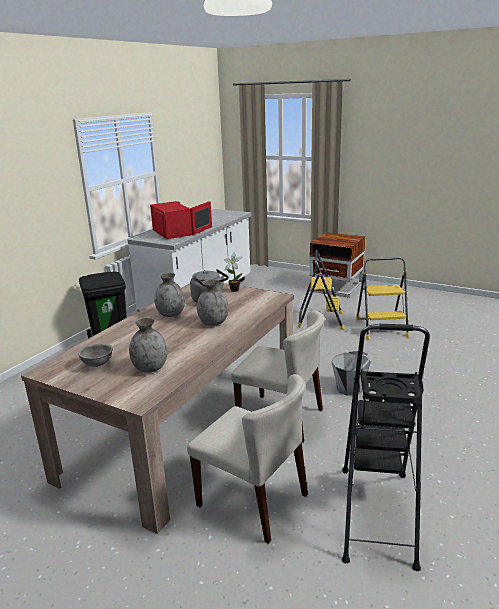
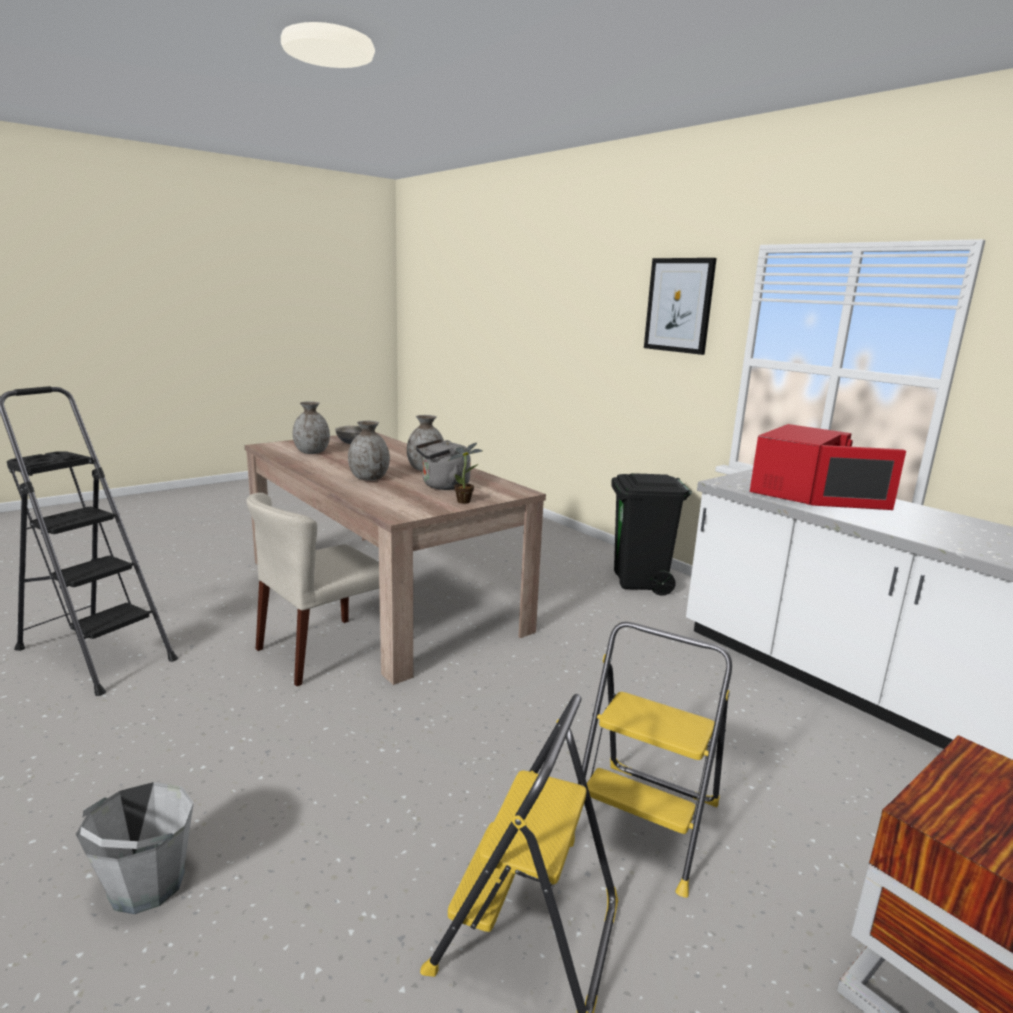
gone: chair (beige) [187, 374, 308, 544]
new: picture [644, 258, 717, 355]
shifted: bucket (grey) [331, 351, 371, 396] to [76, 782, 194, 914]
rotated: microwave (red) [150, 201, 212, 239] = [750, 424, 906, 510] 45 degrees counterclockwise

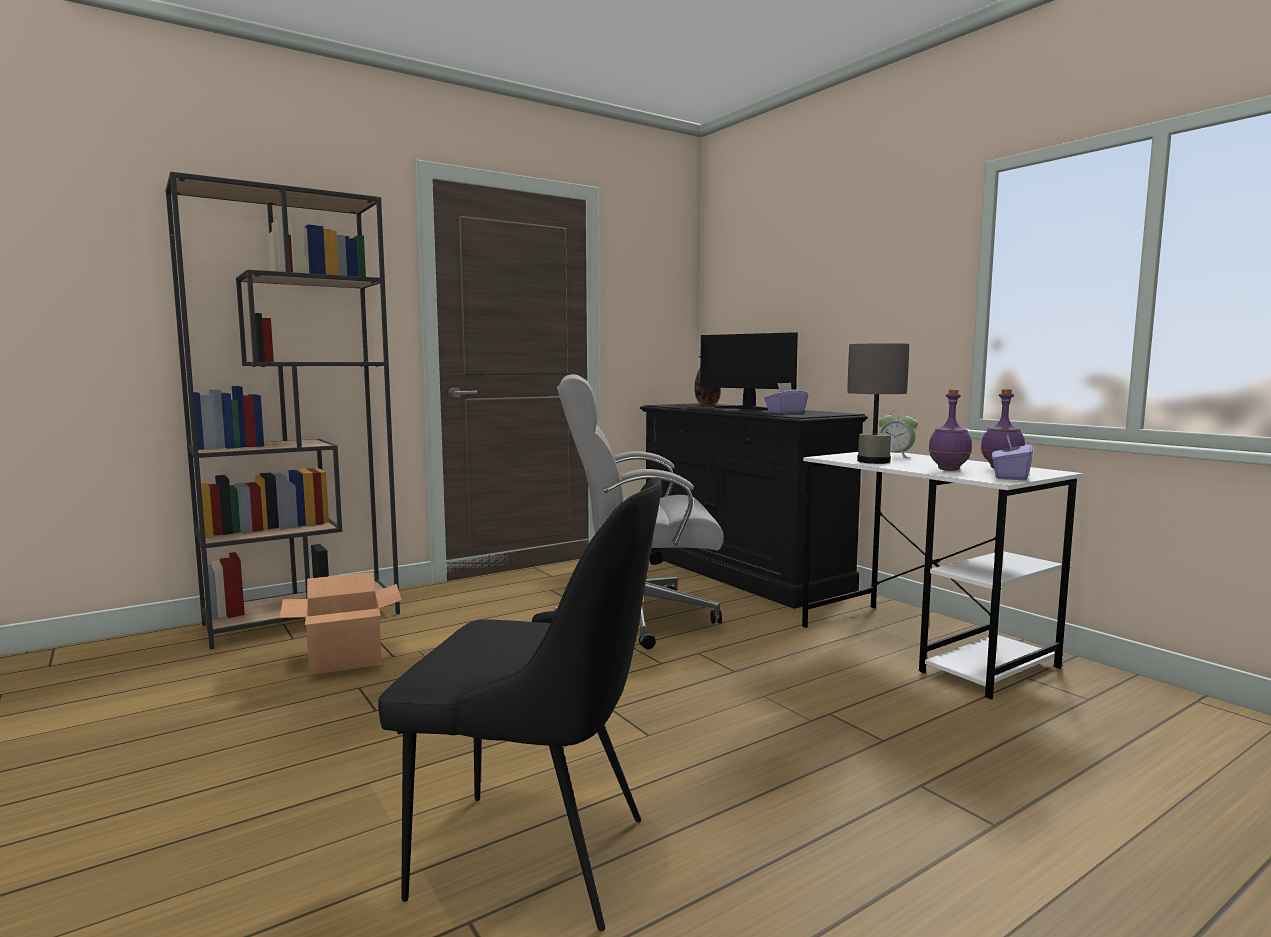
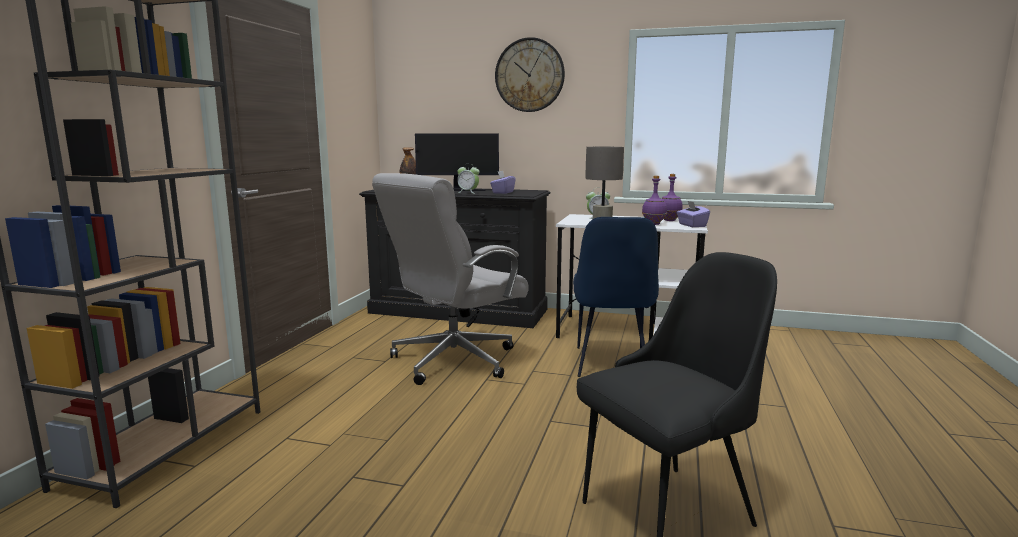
gone: cardboard box [280, 572, 402, 675]
new: alarm clock [457, 163, 479, 193]; wall clock [495, 37, 565, 112]; chair (blue) [573, 217, 659, 377]

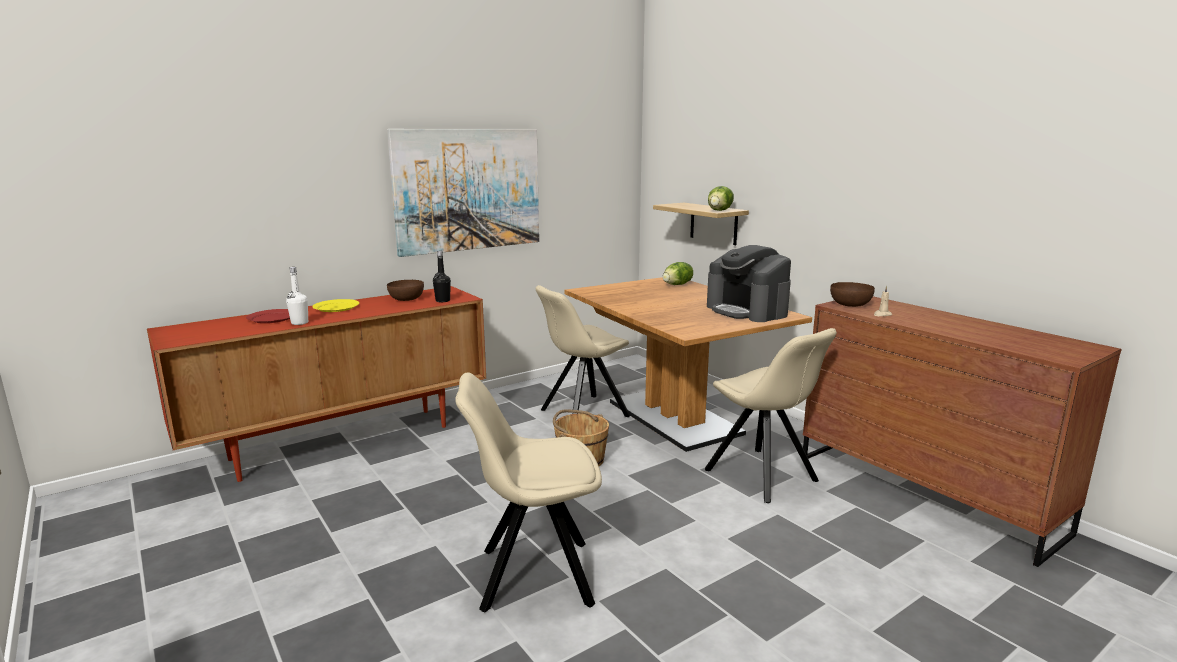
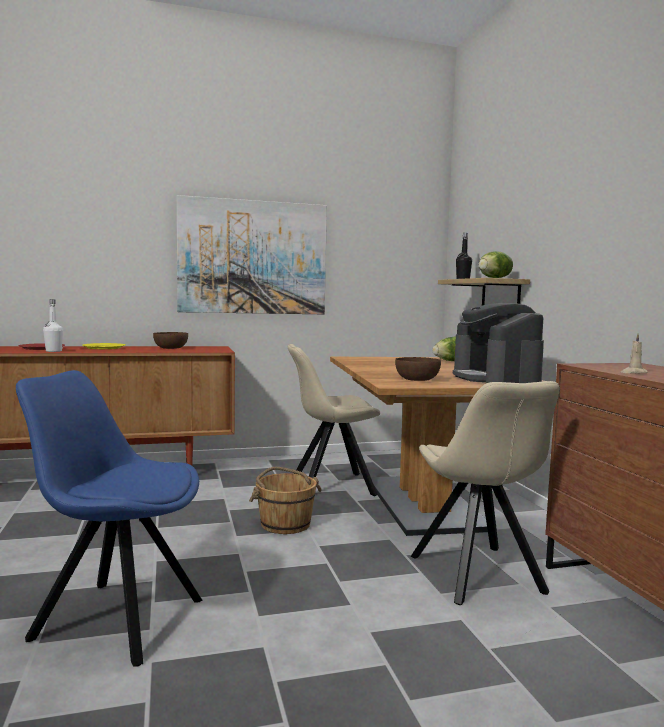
shifted: bottle (black) [433, 251, 451, 302] to [456, 233, 472, 279]; bowl (brown) [830, 282, 875, 307] to [395, 357, 441, 381]
repainted: chair (beige) [455, 372, 602, 613] to chair (blue) [16, 370, 202, 667]

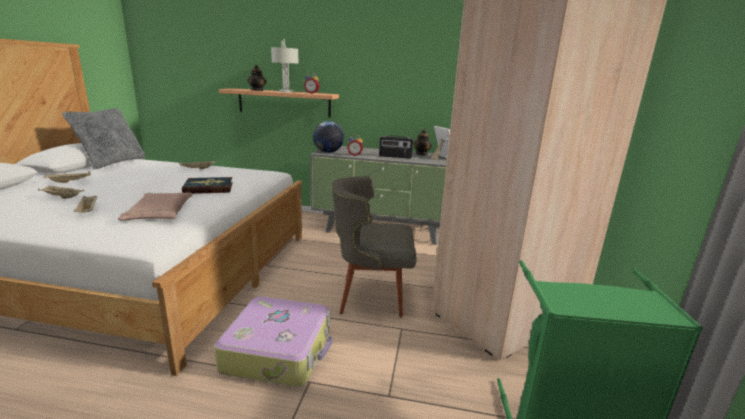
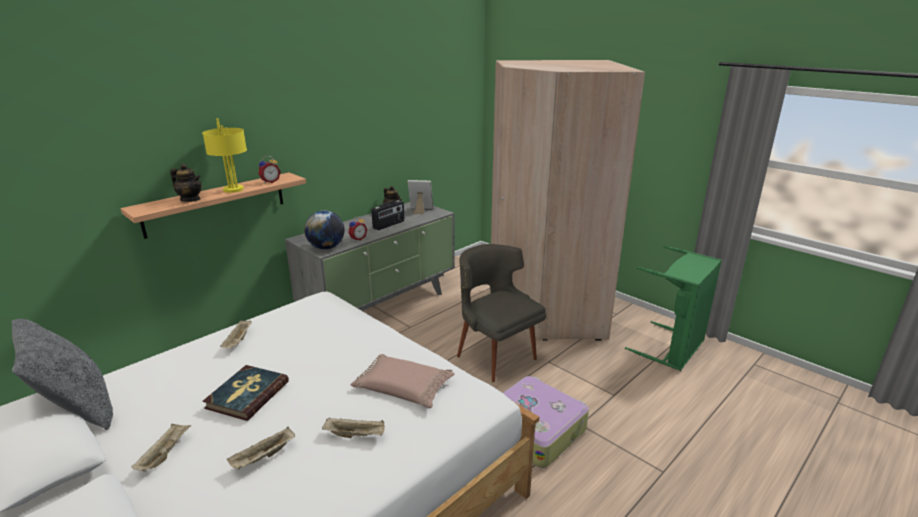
shifted: book [182, 177, 233, 194] to [203, 365, 289, 421]
repainted: table lamp (grey) [271, 39, 299, 93] to table lamp (yellow) [202, 118, 247, 193]
rotated: chair (grey) [332, 176, 417, 317] = [457, 244, 546, 382] 105 degrees clockwise

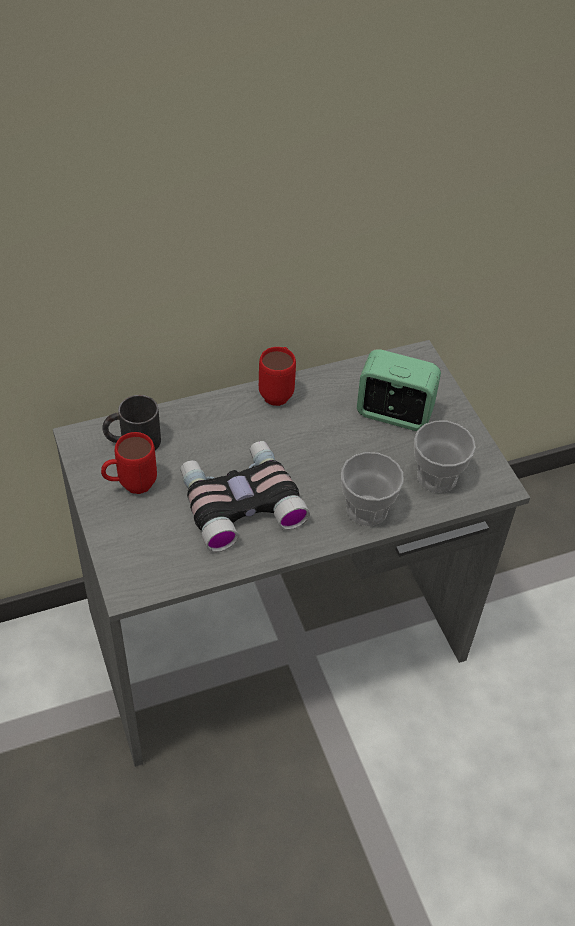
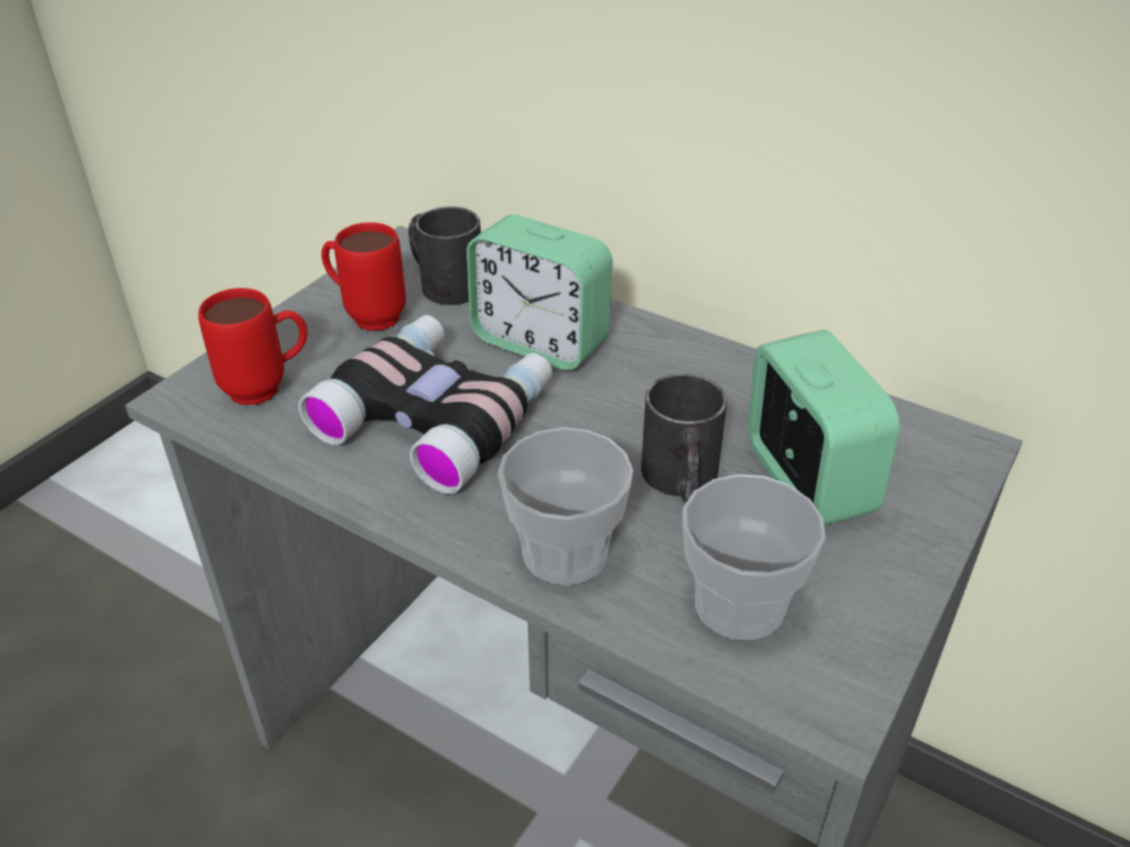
new: alarm clock [467, 215, 613, 370]; mug (black) [641, 373, 727, 502]
shifted: mug (red) [259, 347, 296, 406] to [198, 288, 308, 405]

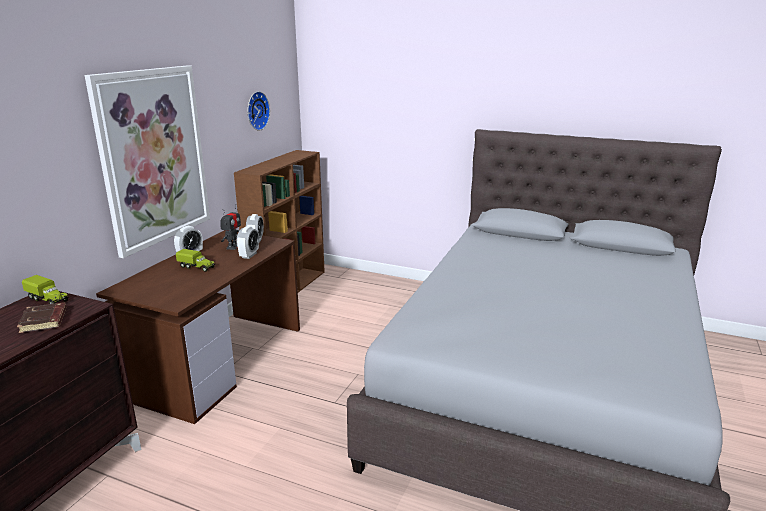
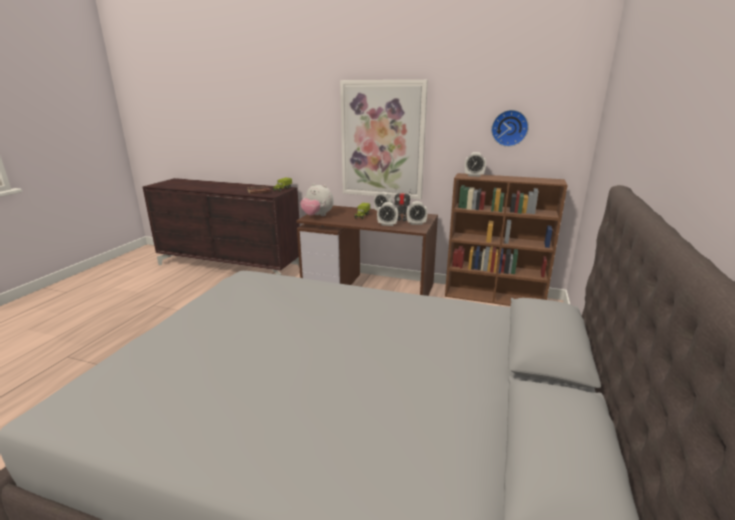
new: plush toy [300, 183, 334, 216]; alarm clock [465, 152, 486, 177]

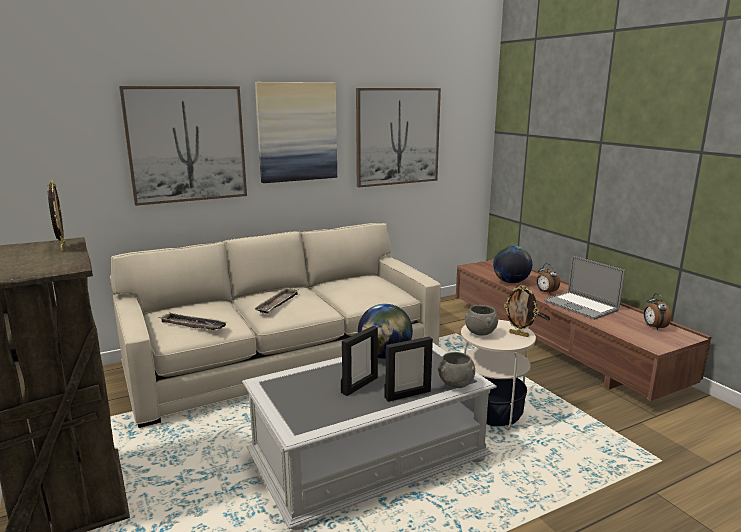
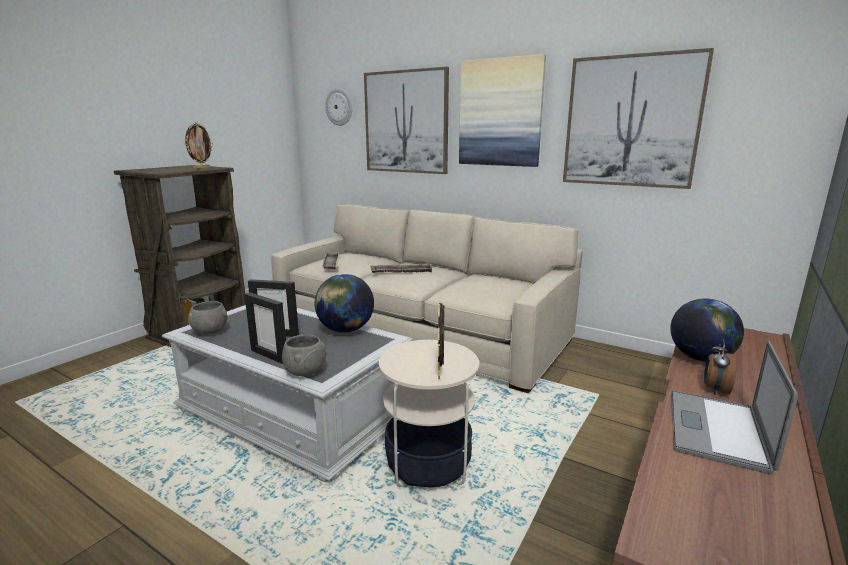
gone: alarm clock [644, 293, 671, 330]
new: wall clock [325, 88, 352, 126]
shifted: bowl (grey) [465, 305, 498, 336] to [188, 301, 228, 334]

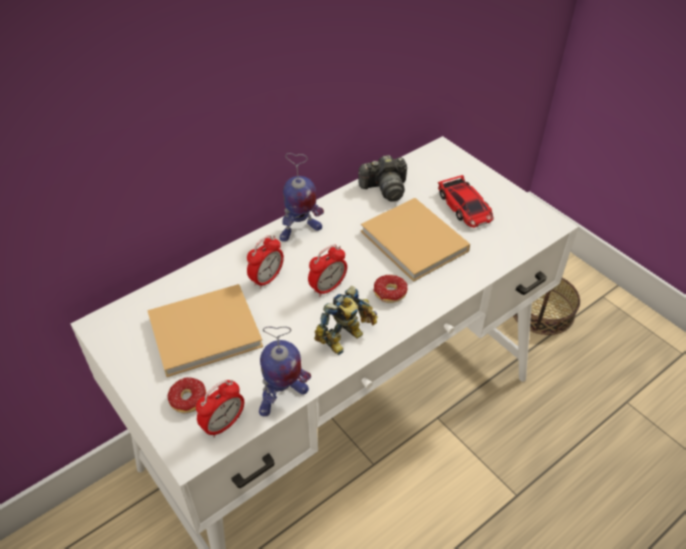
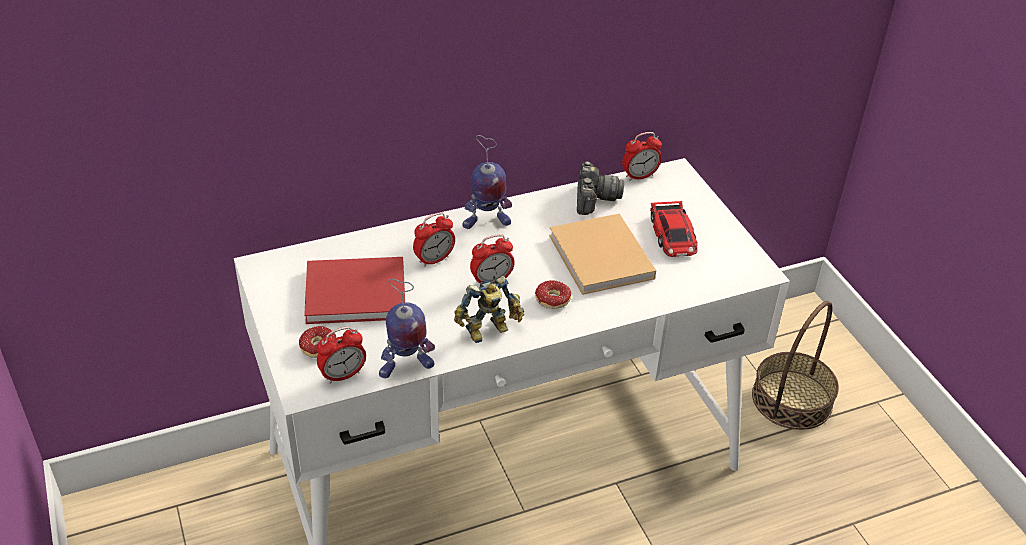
new: alarm clock [622, 132, 662, 181]
repainted: book (beige) [147, 284, 263, 377] to book (red) [304, 257, 405, 324]
rotated: photo camera [358, 155, 407, 202] = [577, 161, 624, 215] 90 degrees counterclockwise

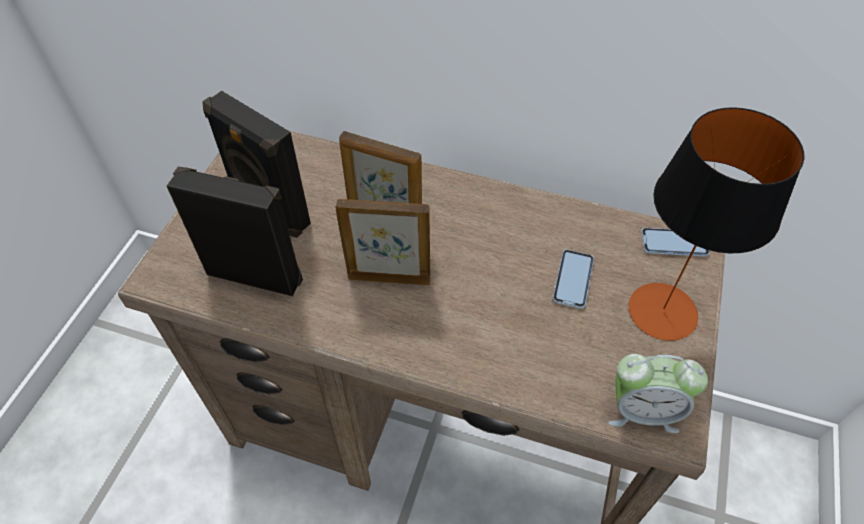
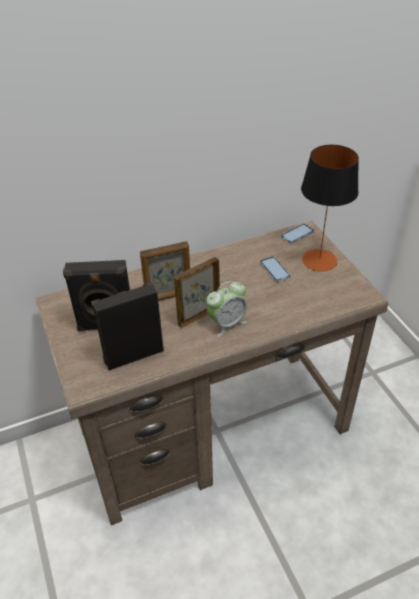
shifted: alarm clock [608, 354, 708, 433] to [206, 281, 247, 337]

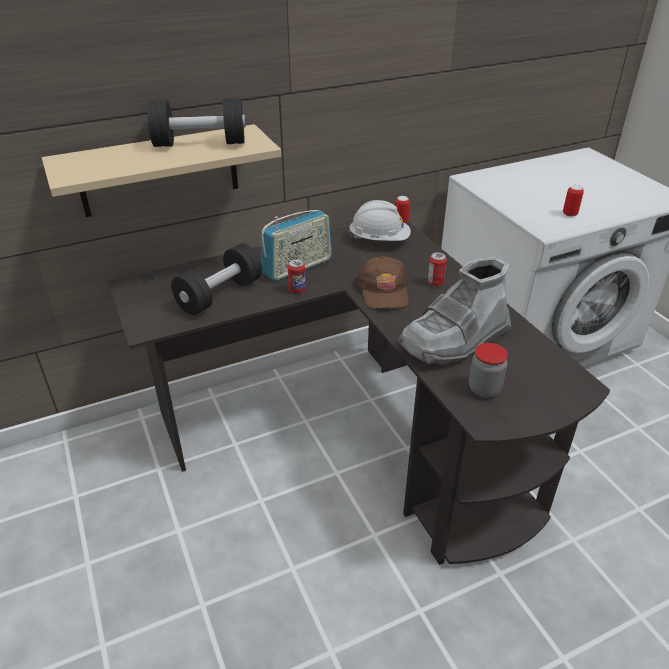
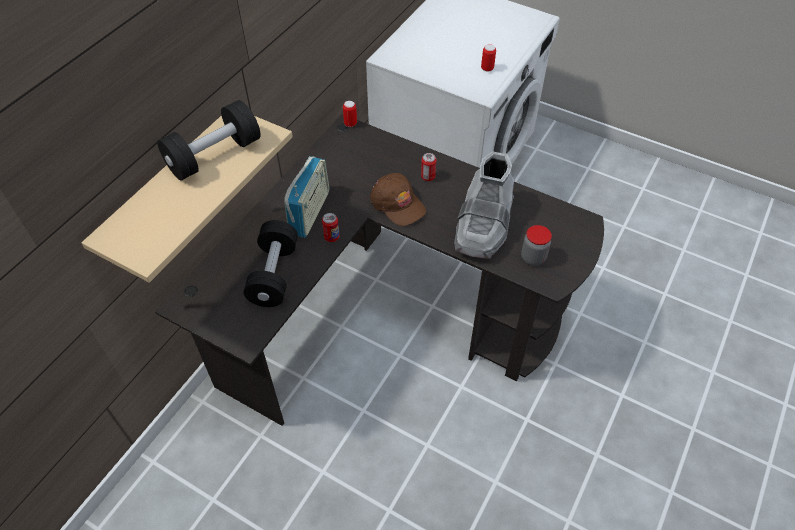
gone: hard hat (white) [348, 200, 411, 241]

